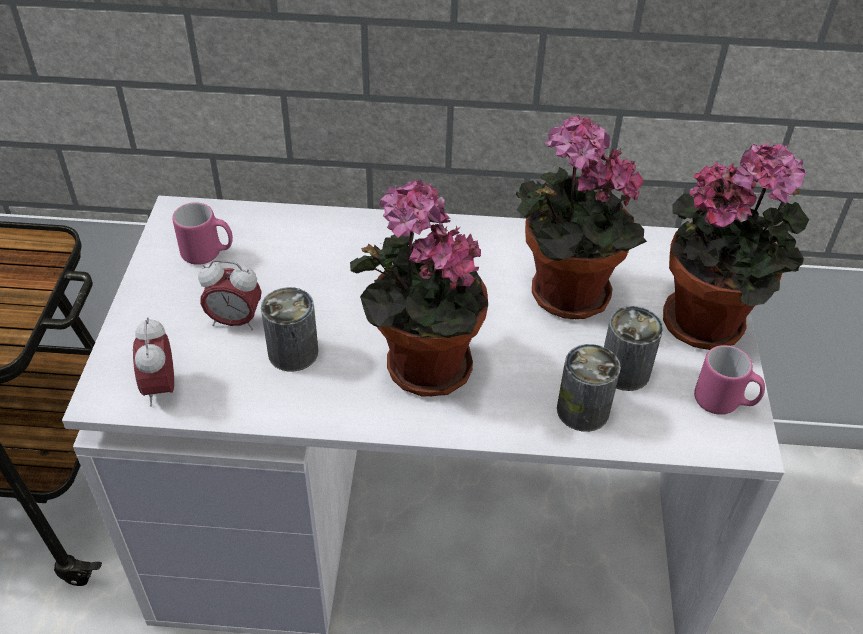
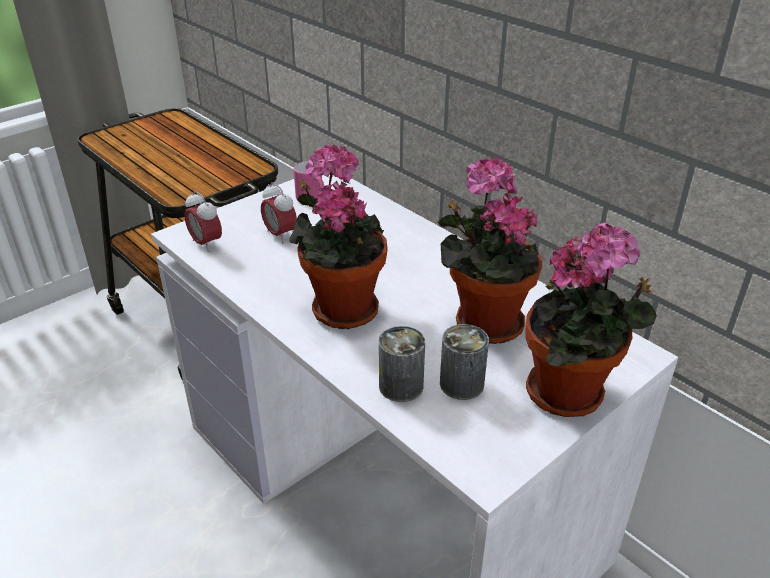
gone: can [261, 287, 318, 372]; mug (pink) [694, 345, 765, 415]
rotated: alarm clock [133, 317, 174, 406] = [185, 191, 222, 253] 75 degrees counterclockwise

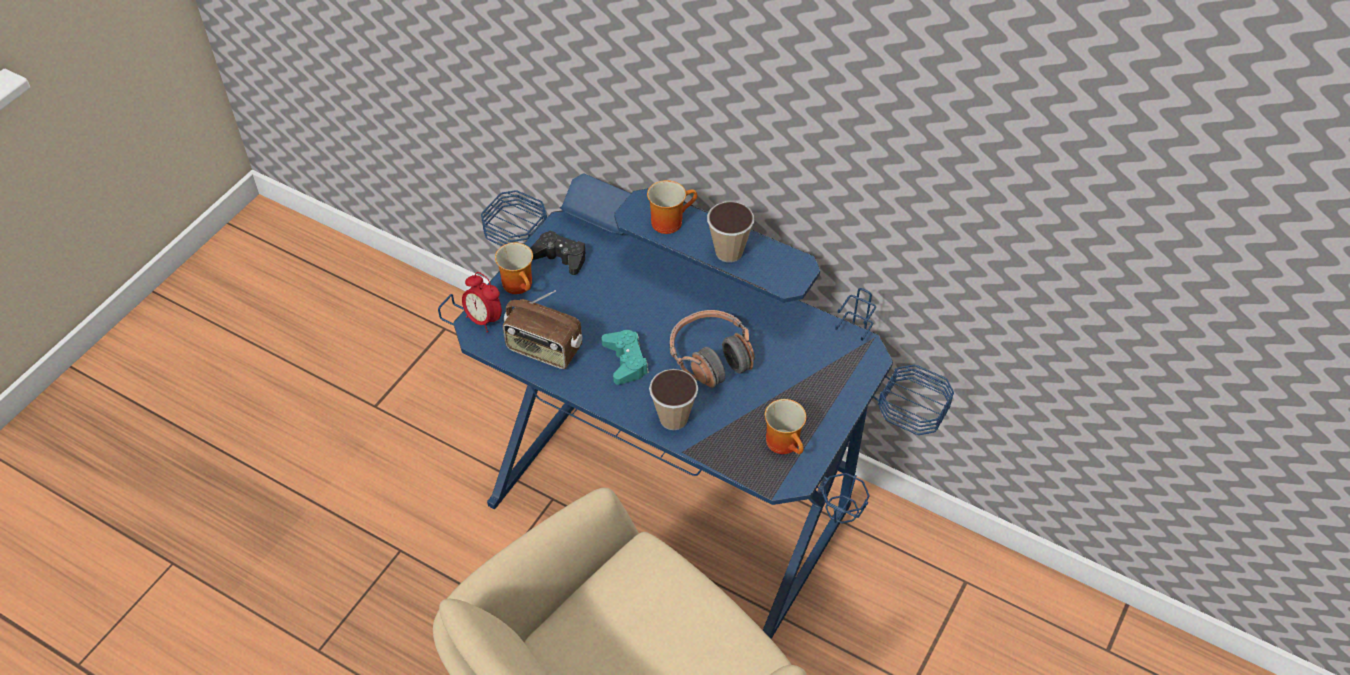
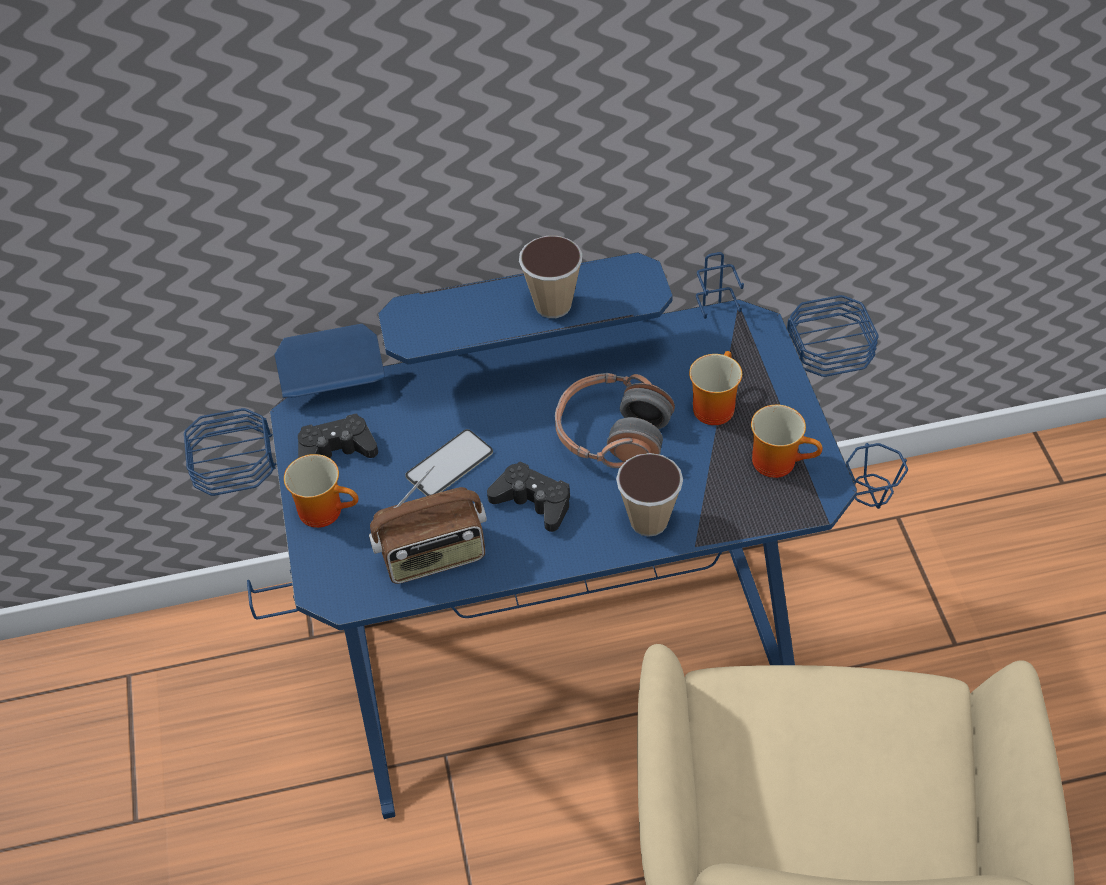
gone: alarm clock [462, 272, 502, 333]
new: phone [405, 429, 493, 496]
shifted: mug [647, 180, 697, 234] to [689, 351, 742, 425]
repainted: game controller (turquoise) [602, 330, 649, 385] to game controller (black) [487, 461, 570, 532]

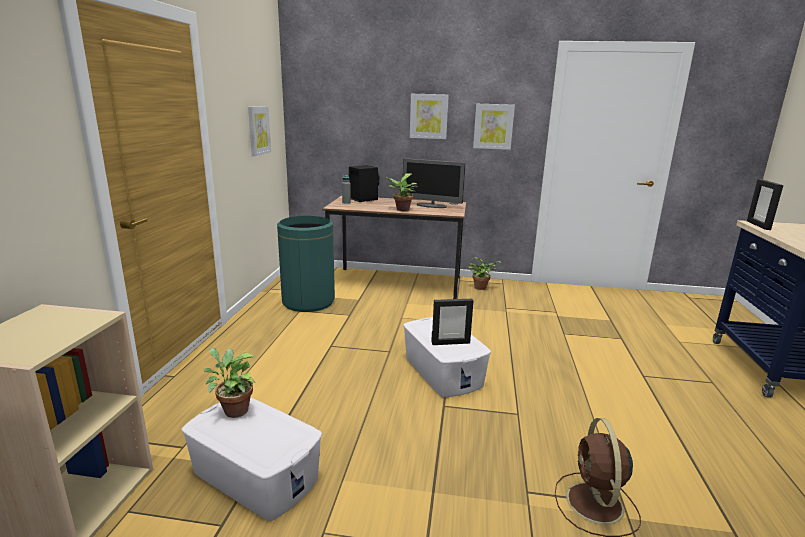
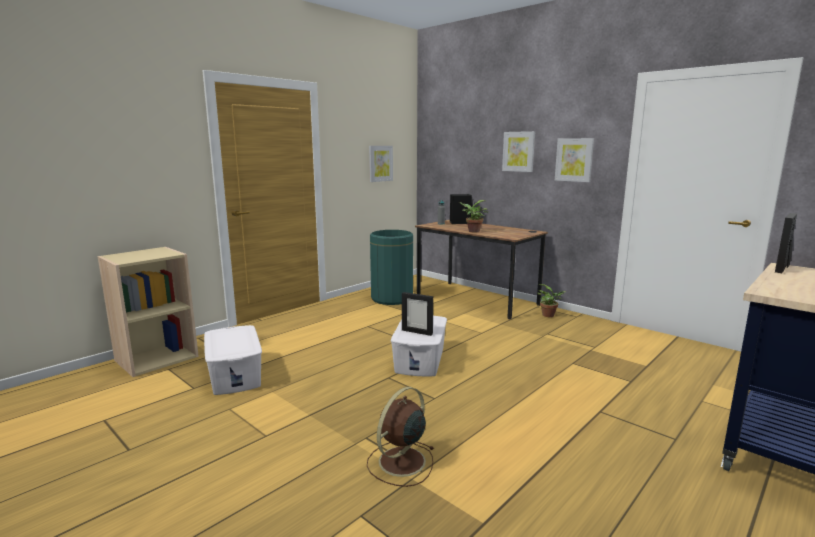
gone: potted plant [203, 348, 255, 418]; monitor [403, 158, 466, 208]

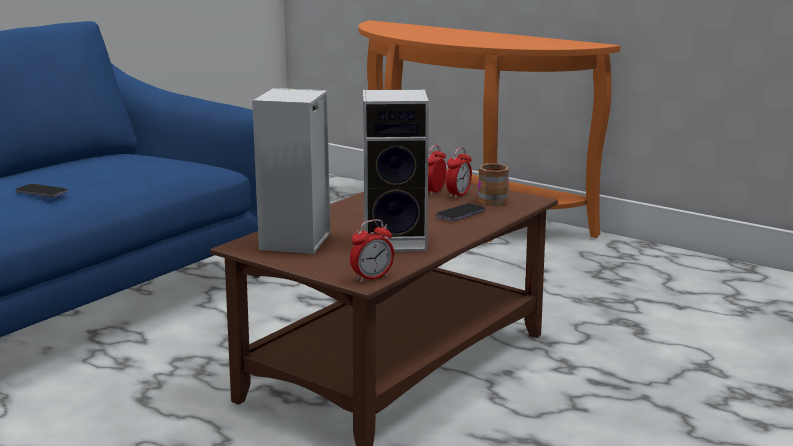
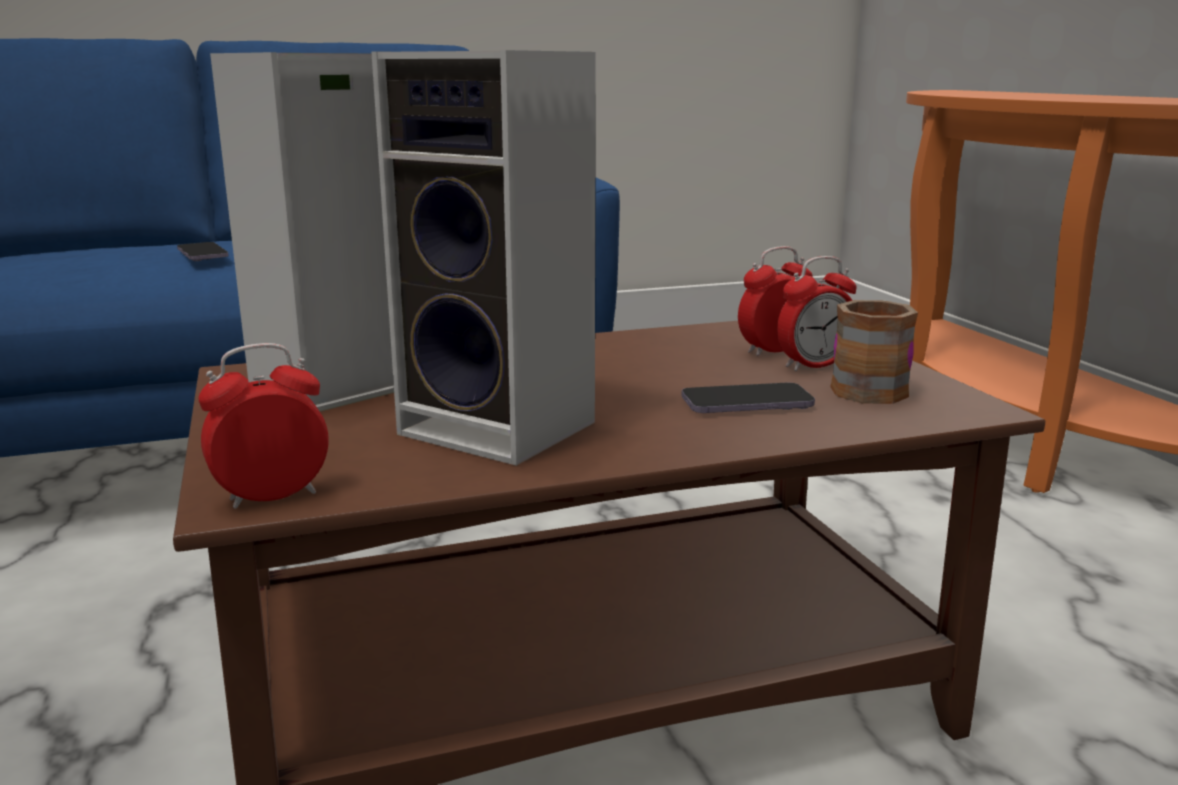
rotated: alarm clock [350, 219, 394, 282] = [198, 343, 329, 509] 150 degrees clockwise

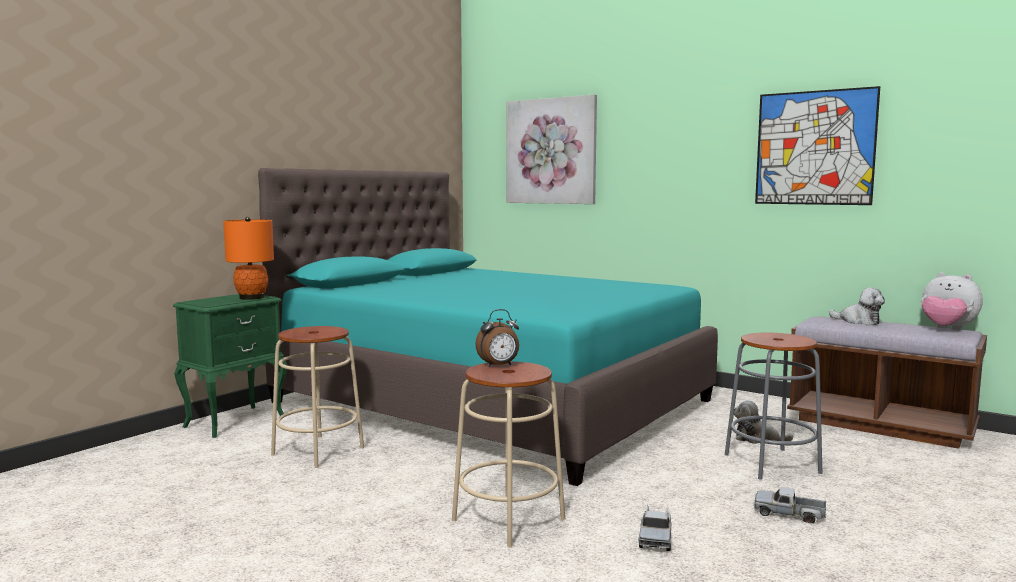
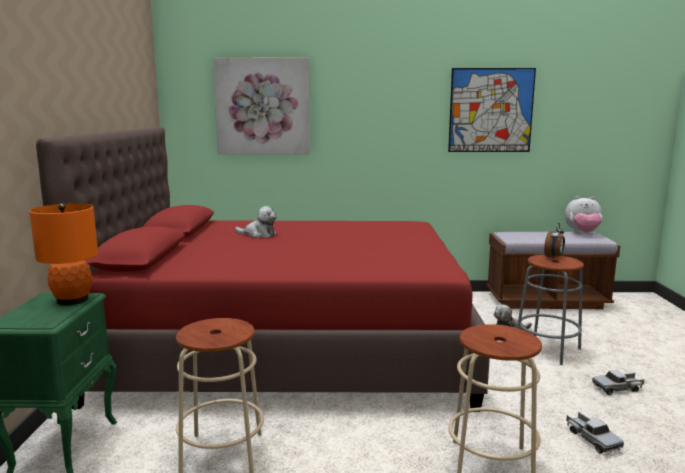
shifted: alarm clock [475, 309, 519, 367] to [544, 223, 565, 259]; plush toy [829, 287, 885, 325] to [235, 206, 277, 238]
repainted: bed (turquoise) [258, 168, 718, 486] to bed (red) [36, 127, 490, 412]

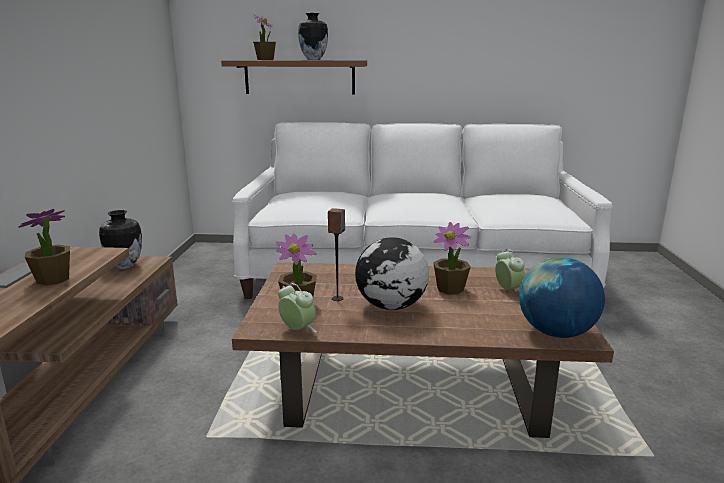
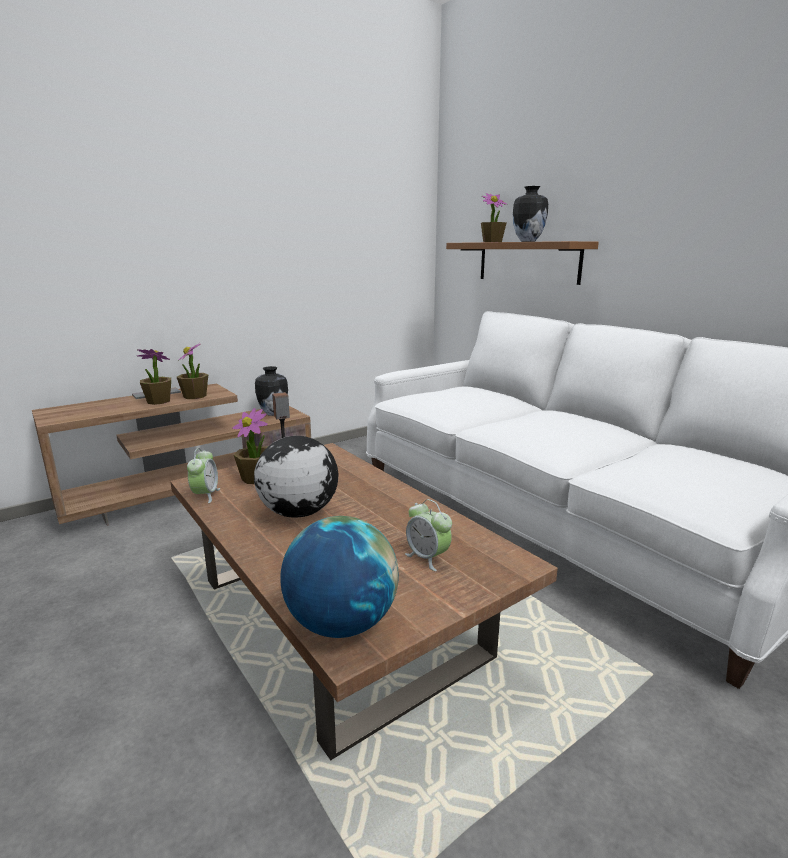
shifted: potted plant [433, 222, 471, 294] to [177, 343, 208, 399]
rotated: alarm clock [495, 249, 525, 292] = [405, 499, 452, 571] 105 degrees clockwise

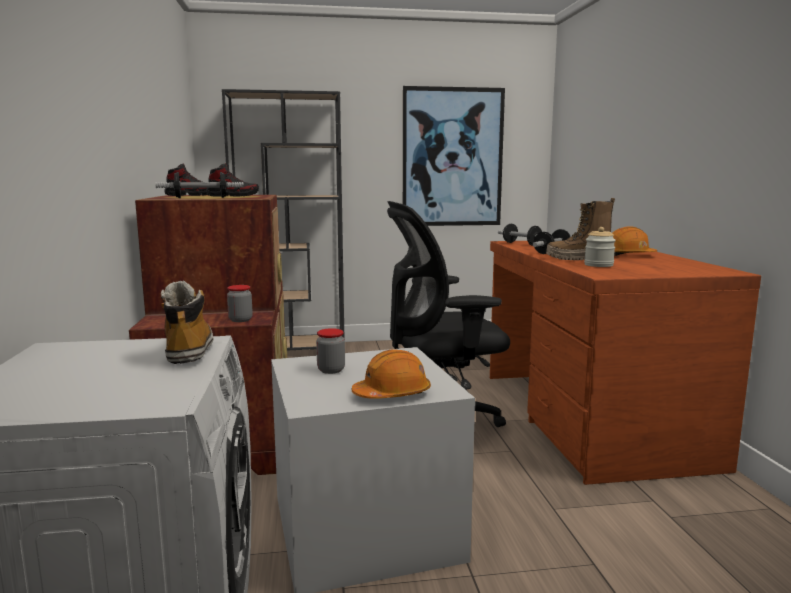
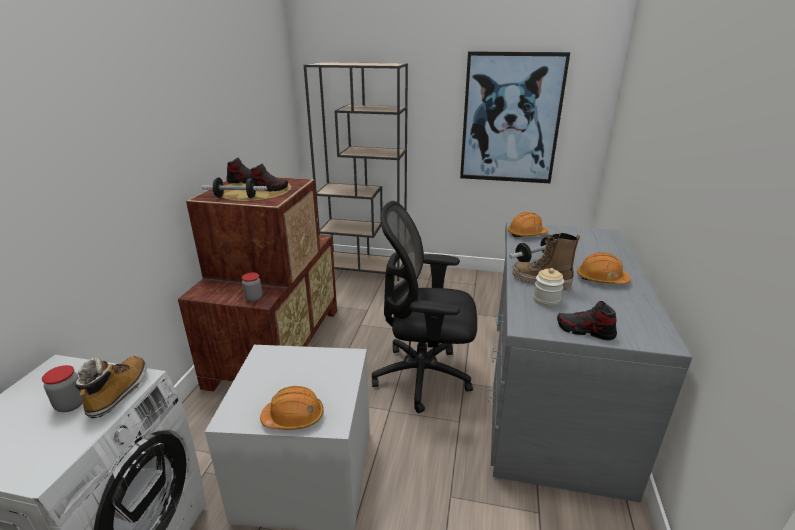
new: shoe [557, 301, 617, 340]
shifted: jar [316, 328, 345, 374] to [42, 365, 83, 412]
swapped: dumbbell [498, 224, 542, 246] to hard hat (orange) [508, 212, 548, 237]
repainted: desk (brown) [490, 241, 761, 485] to desk (grey) [487, 222, 692, 502]

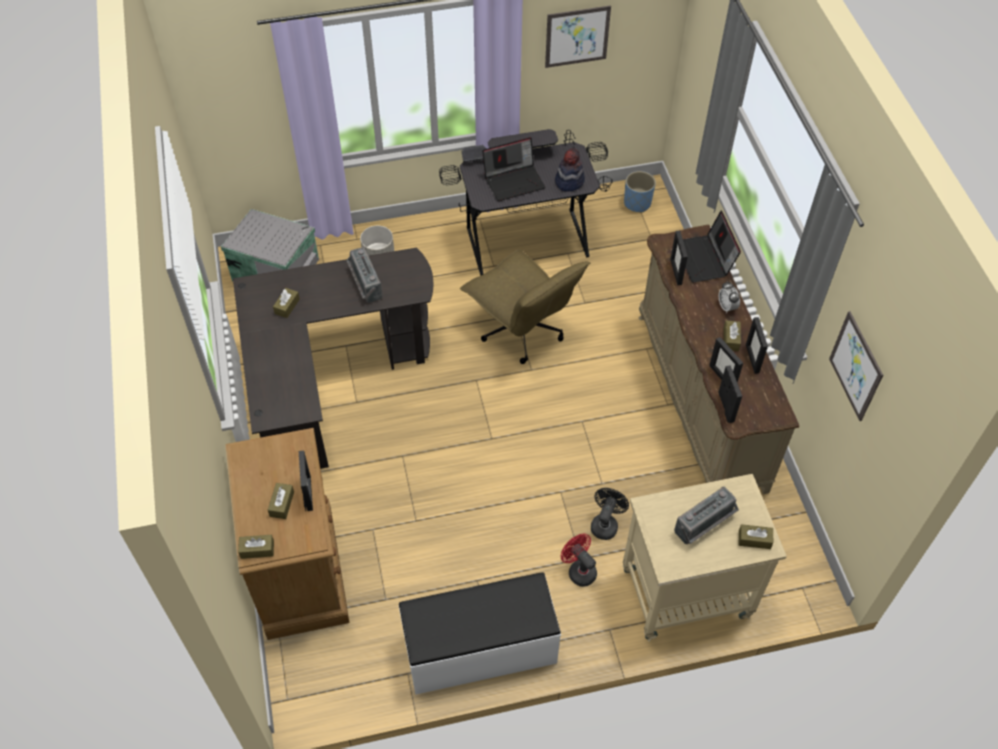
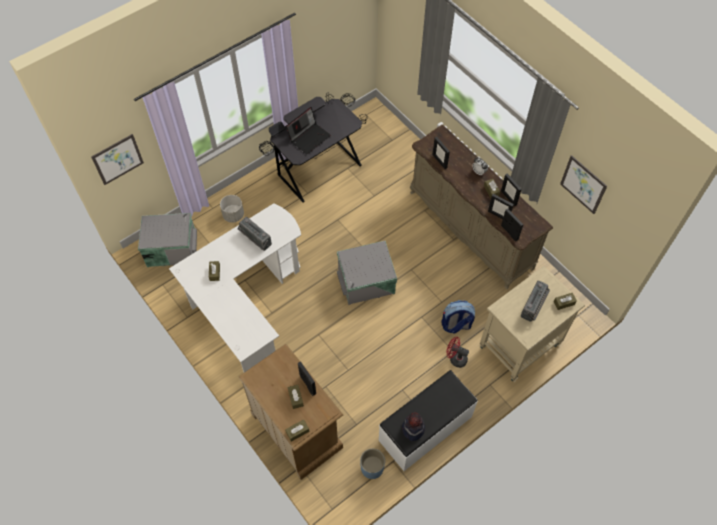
gone: office chair (beige) [460, 249, 590, 364]; laptop [683, 211, 741, 283]
new: storage box (grey) [337, 241, 397, 305]
shifted: picture [545, 5, 611, 68] to [91, 134, 144, 185]; hat [555, 148, 585, 192] to [402, 412, 425, 441]; planter (blue) [624, 171, 656, 213] to [360, 449, 385, 479]
swapped: fan (black) [591, 488, 629, 540] to backpack [441, 300, 475, 334]
repainted: desk (black) [233, 248, 433, 469] to desk (white) [169, 203, 301, 372]

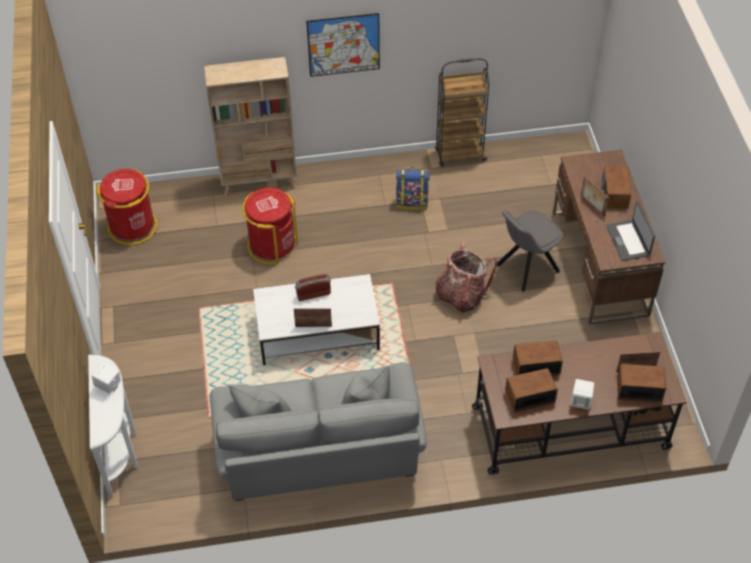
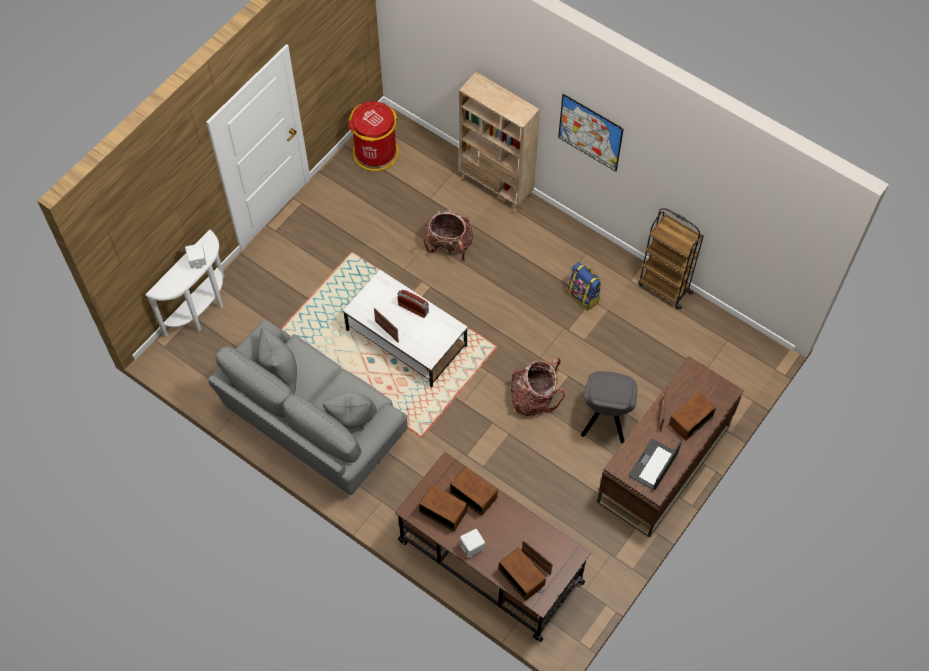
swapped: trash can (red) [242, 187, 298, 265] to backpack [424, 209, 473, 261]
rotated: chair (grey) [497, 210, 564, 292] = [581, 371, 637, 444] 90 degrees counterclockwise

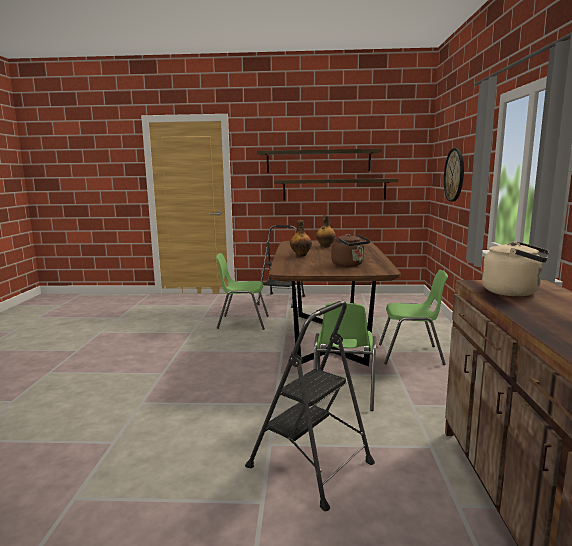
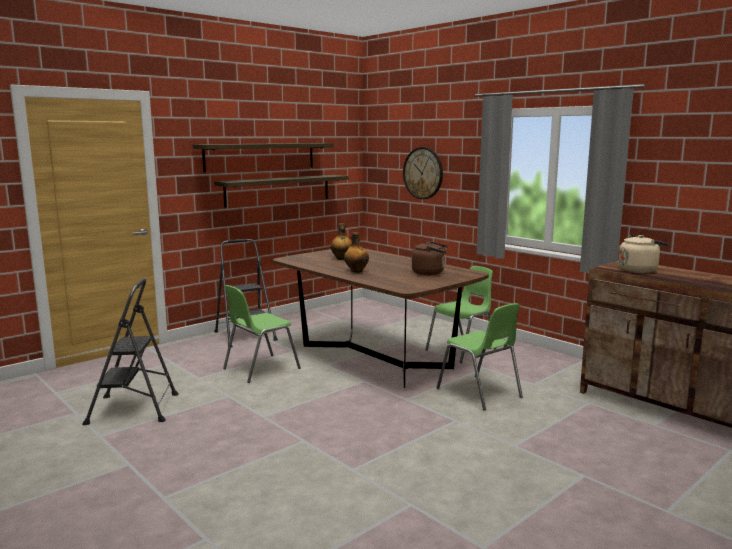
shifted: step ladder (black) [245, 301, 375, 511] to [82, 278, 179, 425]

